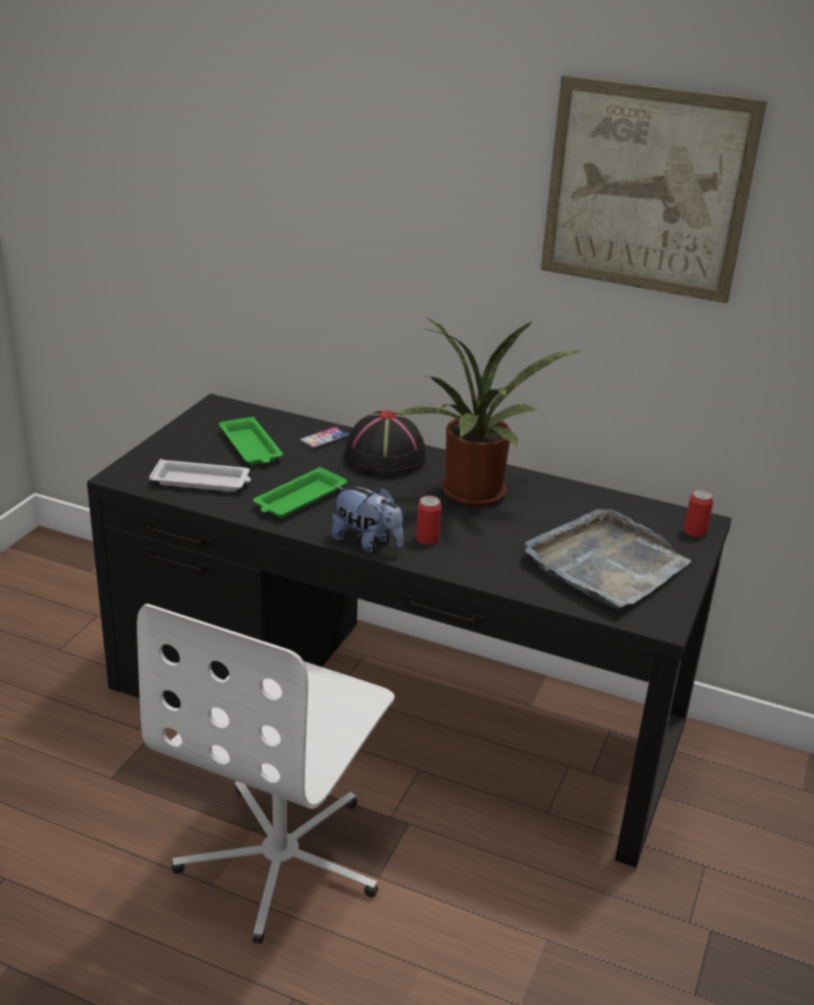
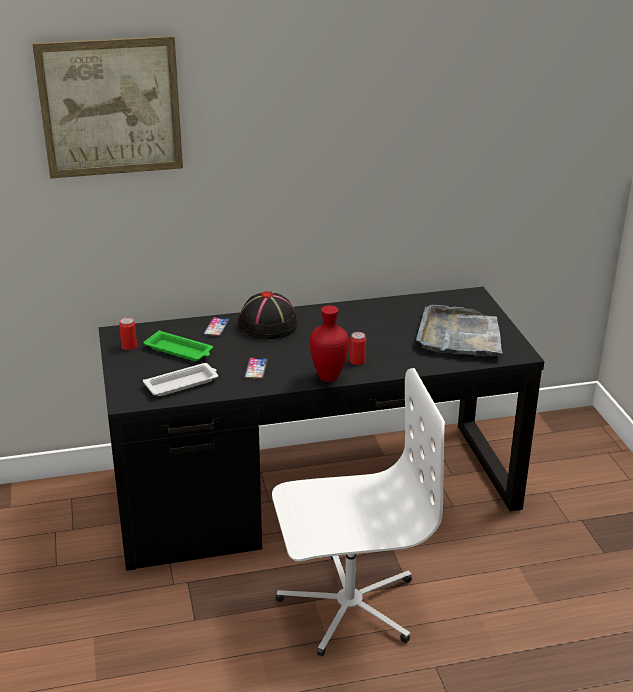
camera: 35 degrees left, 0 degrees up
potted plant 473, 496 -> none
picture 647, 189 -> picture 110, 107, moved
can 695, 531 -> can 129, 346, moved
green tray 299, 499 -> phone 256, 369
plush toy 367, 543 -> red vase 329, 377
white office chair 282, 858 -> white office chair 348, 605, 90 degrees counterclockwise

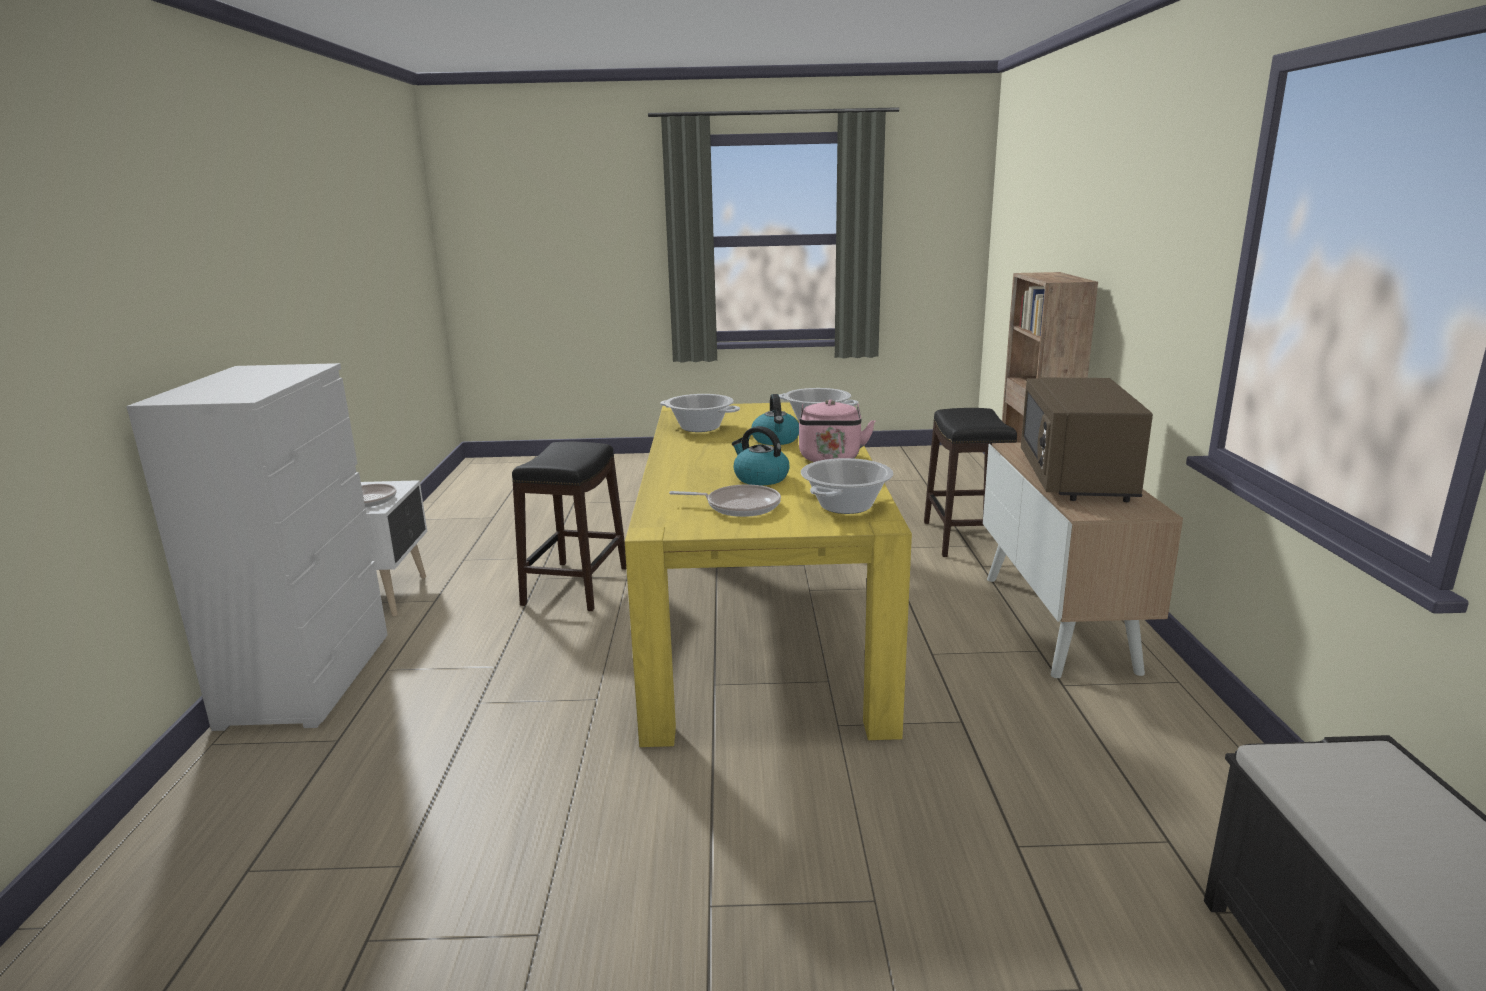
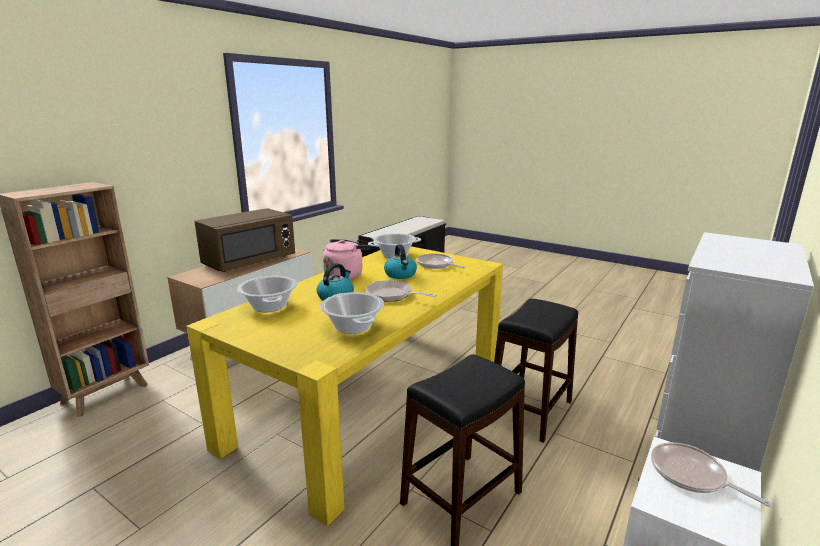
camera: 145 degrees left, 0 degrees up
none -> frying pan 392, 295
black stool 965, 538 -> black stool 531, 411, moved

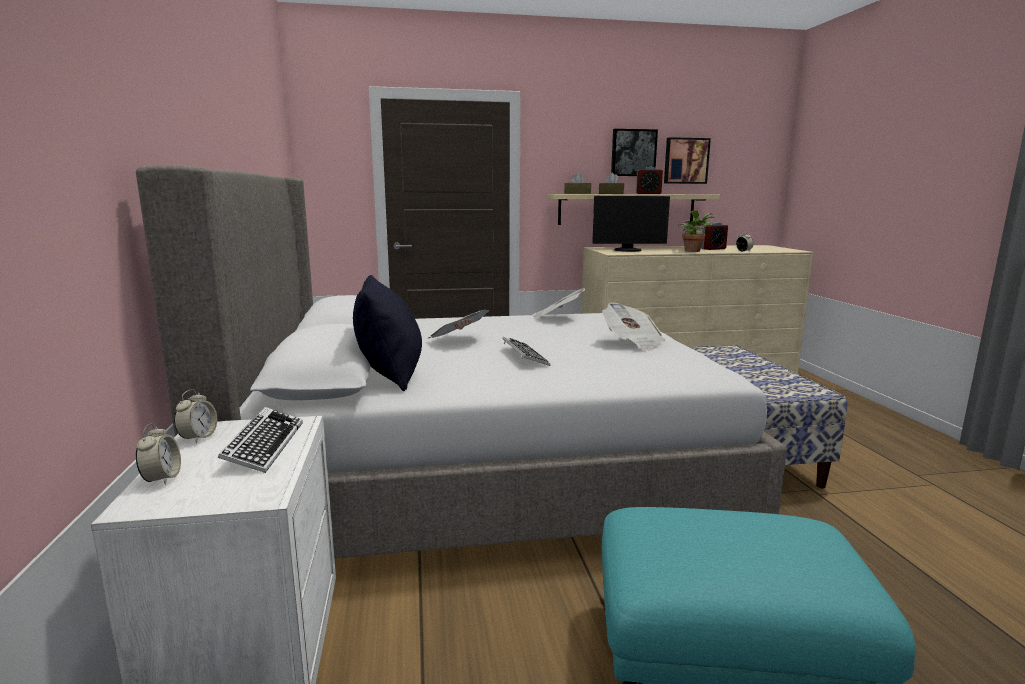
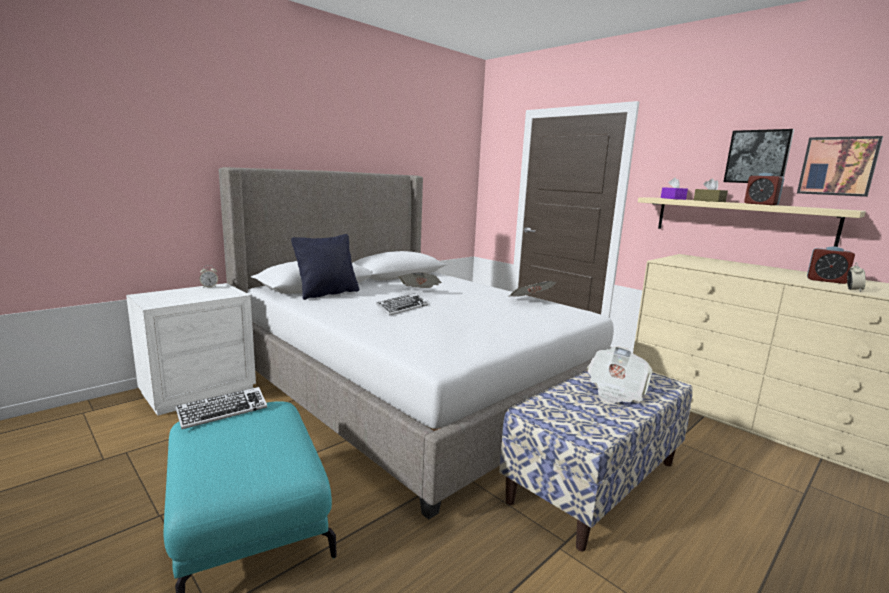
camera: 55 degrees right, 0 degrees up
alarm clock 162, 479 -> none
monitor 628, 250 -> none
potted plant 693, 251 -> none
keyboard 264, 446 -> keyboard 223, 412, moved
newspaper 632, 343 -> newspaper 615, 391, moved
brown tissue box 577, 193 -> purple tissue box 673, 198

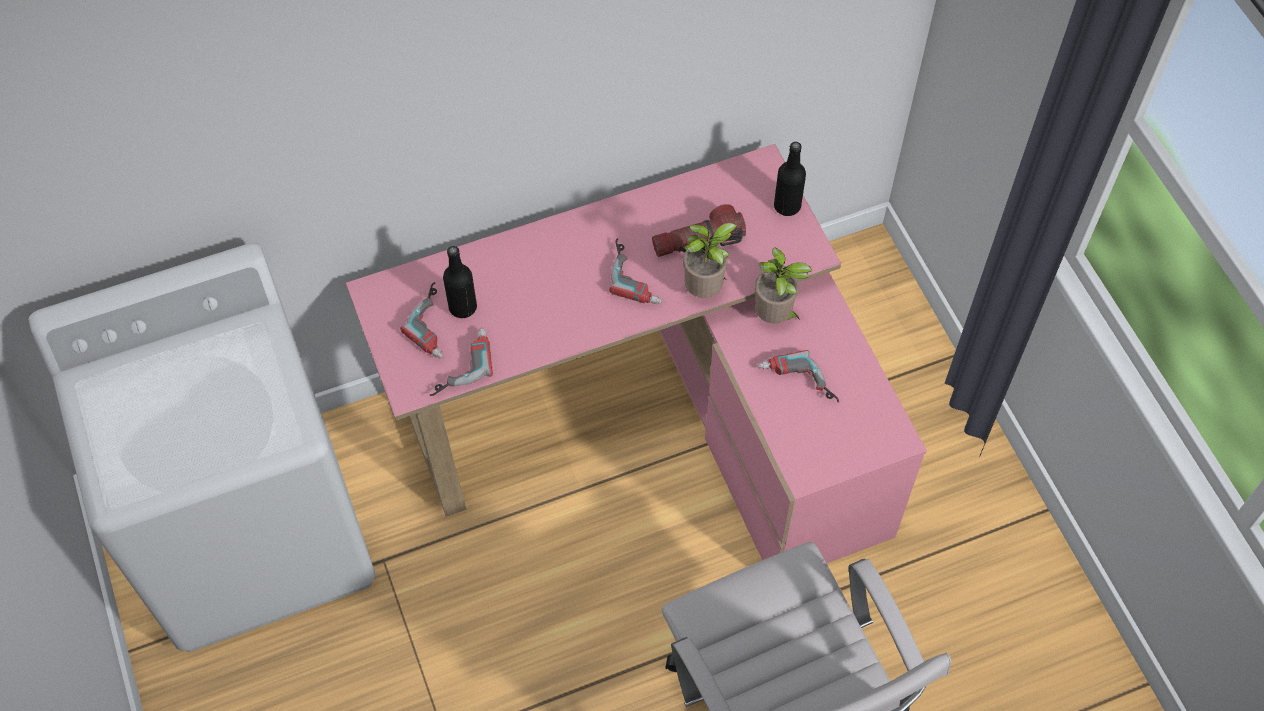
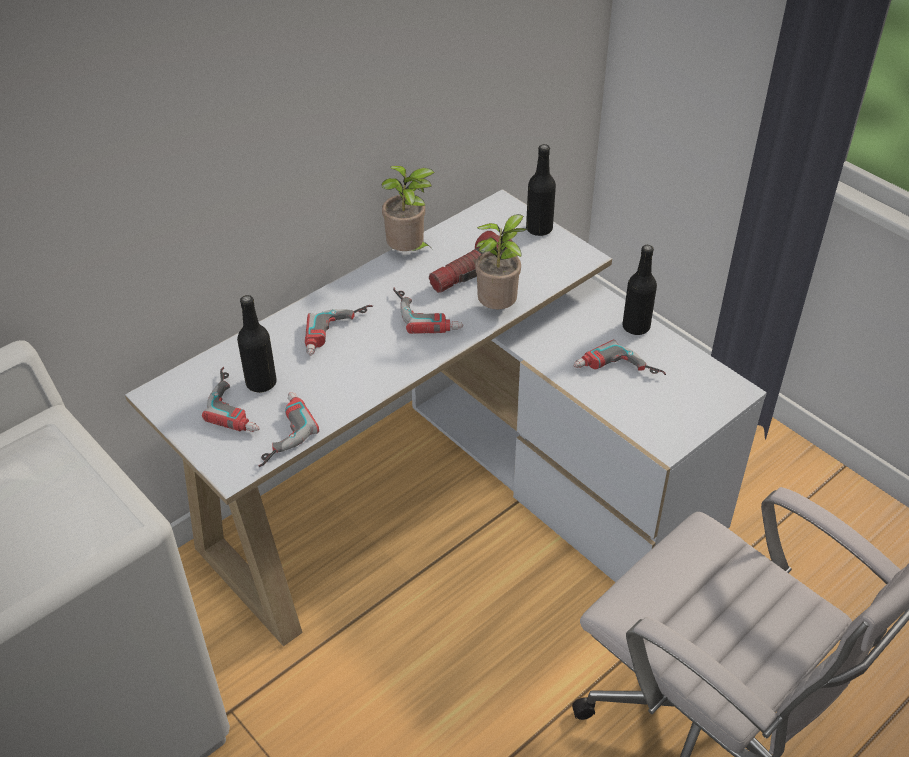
camera: 20 degrees left, 15 degrees down
none -> power drill 339, 334
none -> black bottle 636, 327
potted plant 775, 317 -> potted plant 408, 252, moved
pink desk 655, 418 -> white desk 457, 495

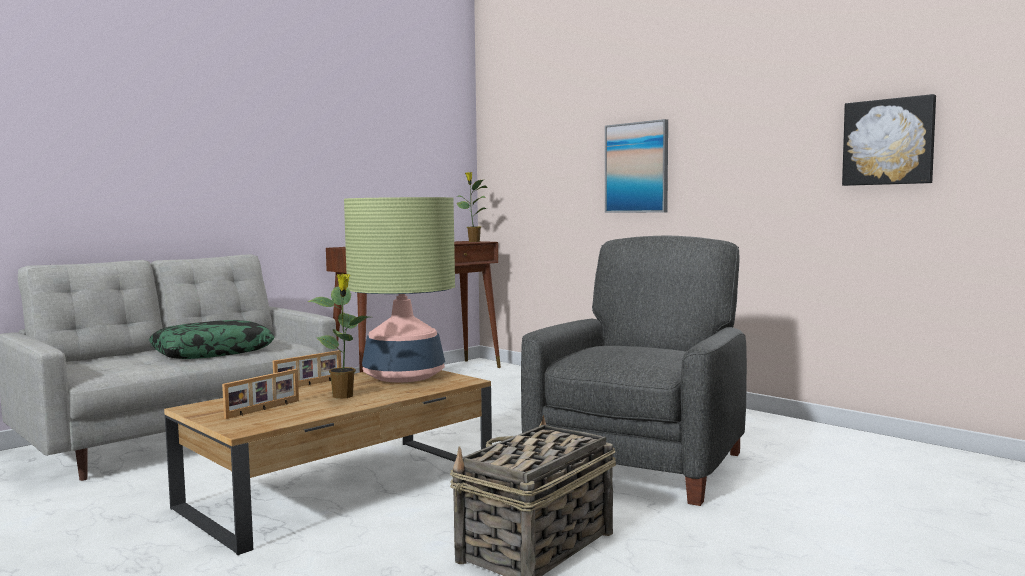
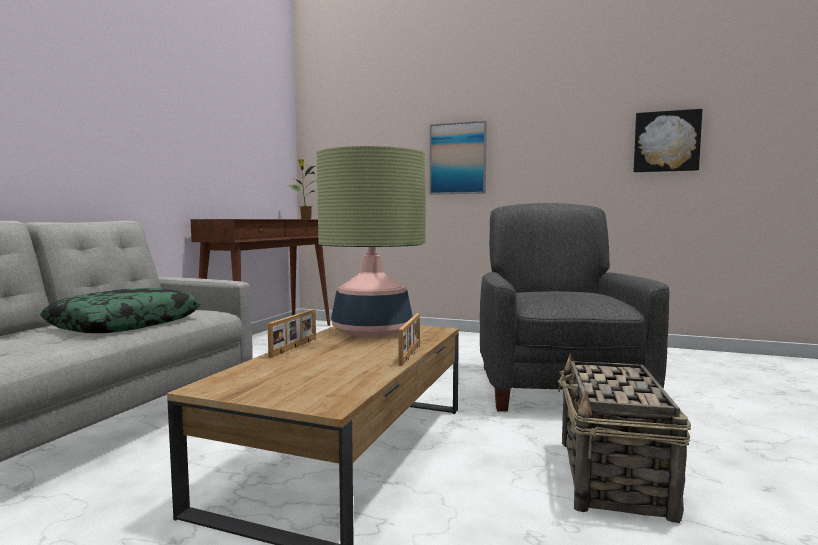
camera: 25 degrees left, 0 degrees up
potted plant 344, 396 -> none
picture frame 263, 409 -> picture frame 411, 354, moved

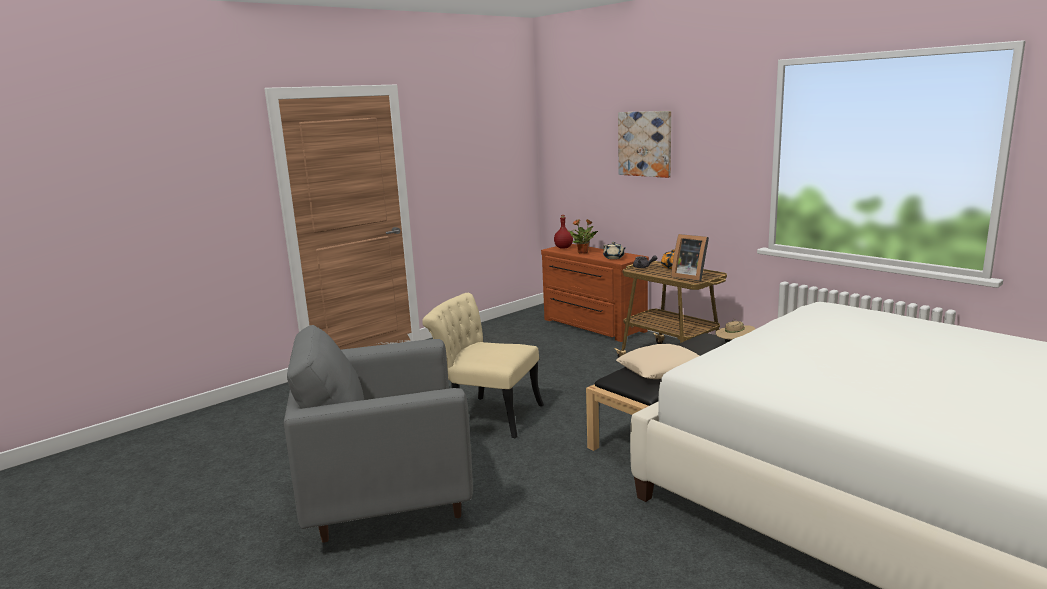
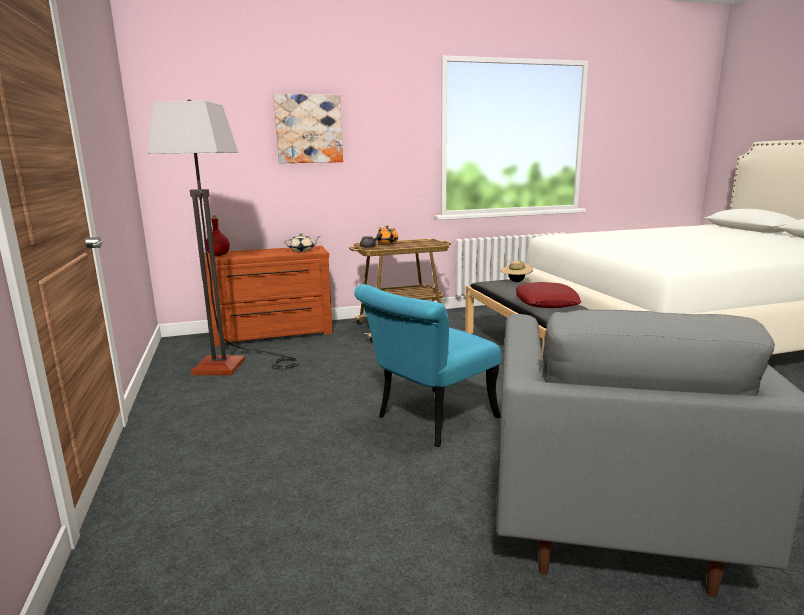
camera: 65 degrees left, 0 degrees up
potted plant 583, 252 -> none
picture frame 689, 276 -> none
none -> floor lamp 235, 365
beige chair 486, 415 -> turquoise chair 428, 421
beige pillow 661, 369 -> red pillow 546, 302

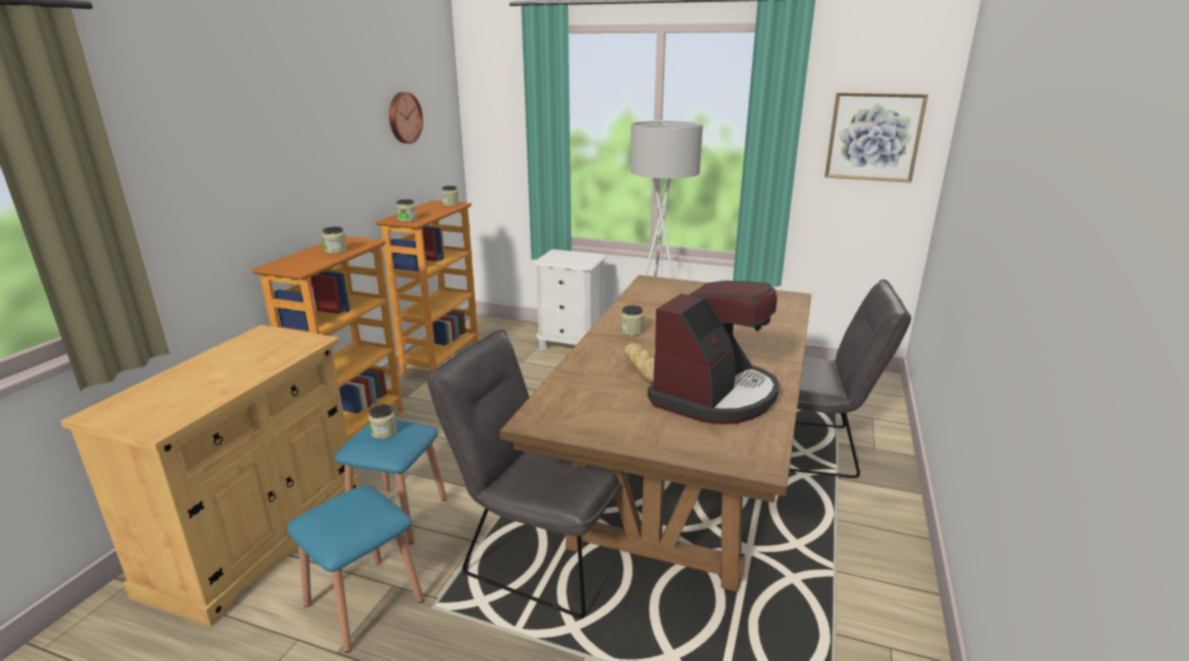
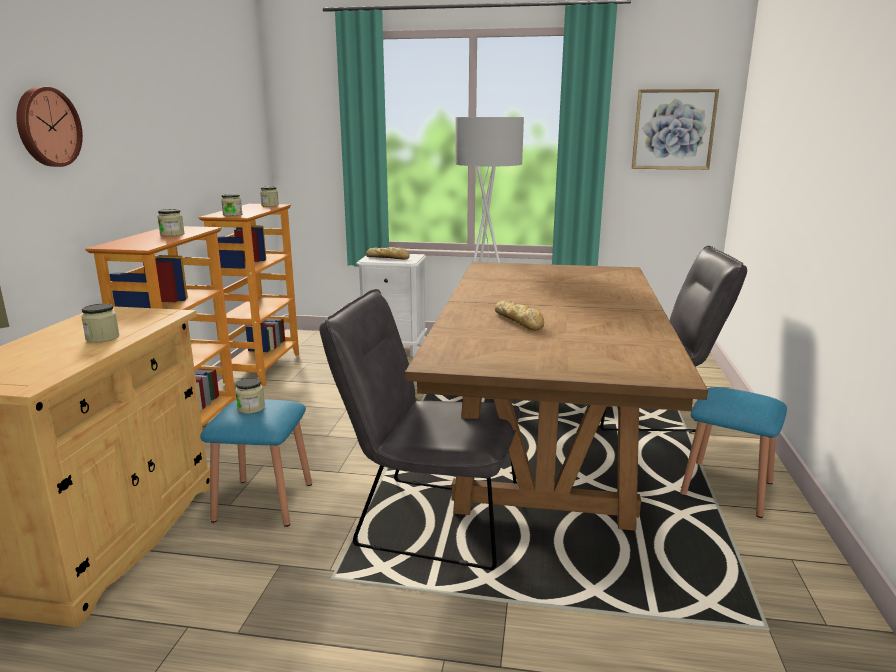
camera: 10 degrees left, 5 degrees down
coffee machine 715, 395 -> none
none -> bread 388, 258
blue stool 364, 602 -> blue stool 726, 488, moved
wall clock 404, 117 -> wall clock 47, 127, moved
jar 631, 331 -> jar 102, 338, moved

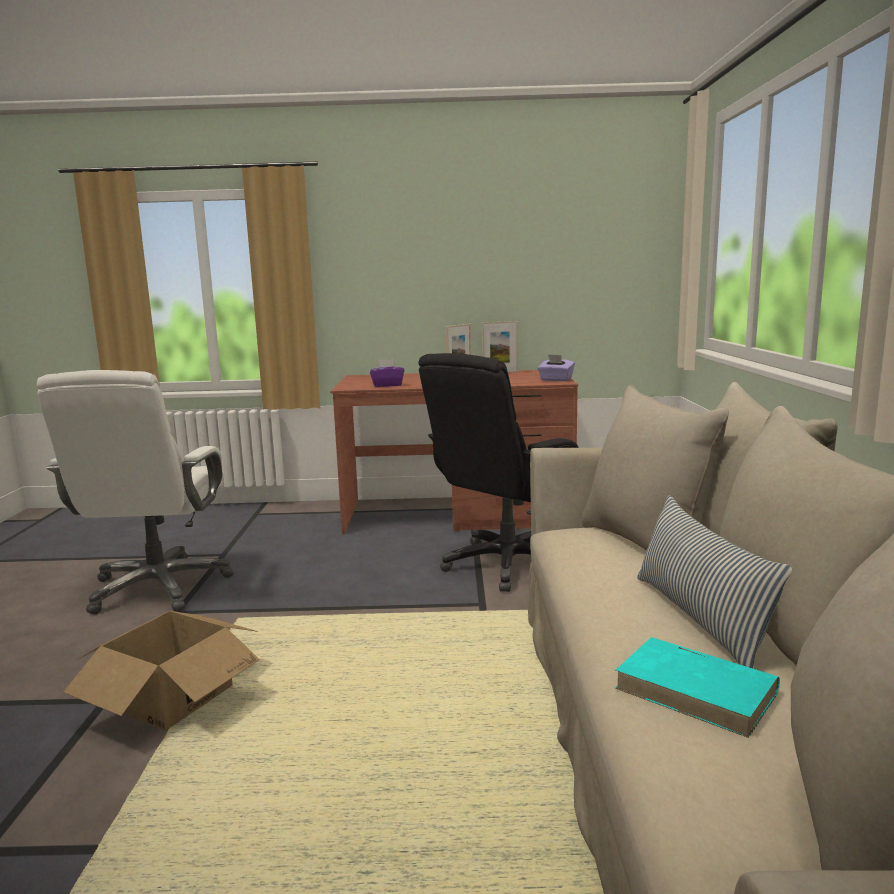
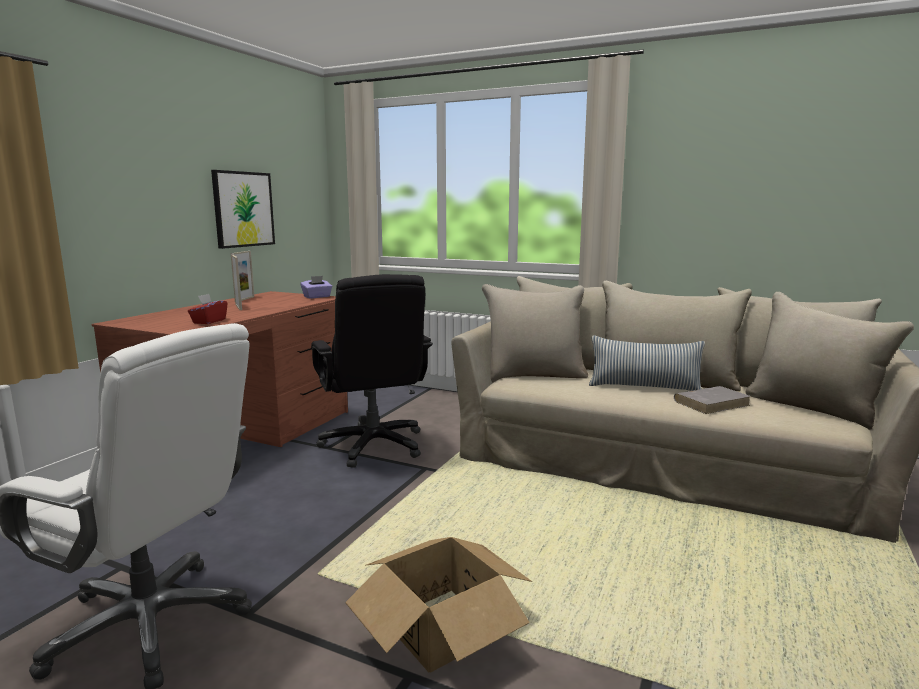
camera: 65 degrees left, 0 degrees up
none -> picture 243, 209
purple tissue box 387, 385 -> red tissue box 209, 321
turquoise book 697, 690 -> grey book 711, 403

